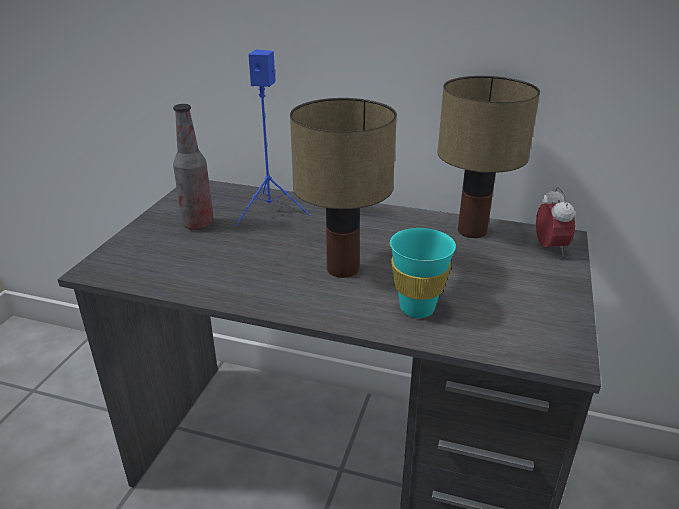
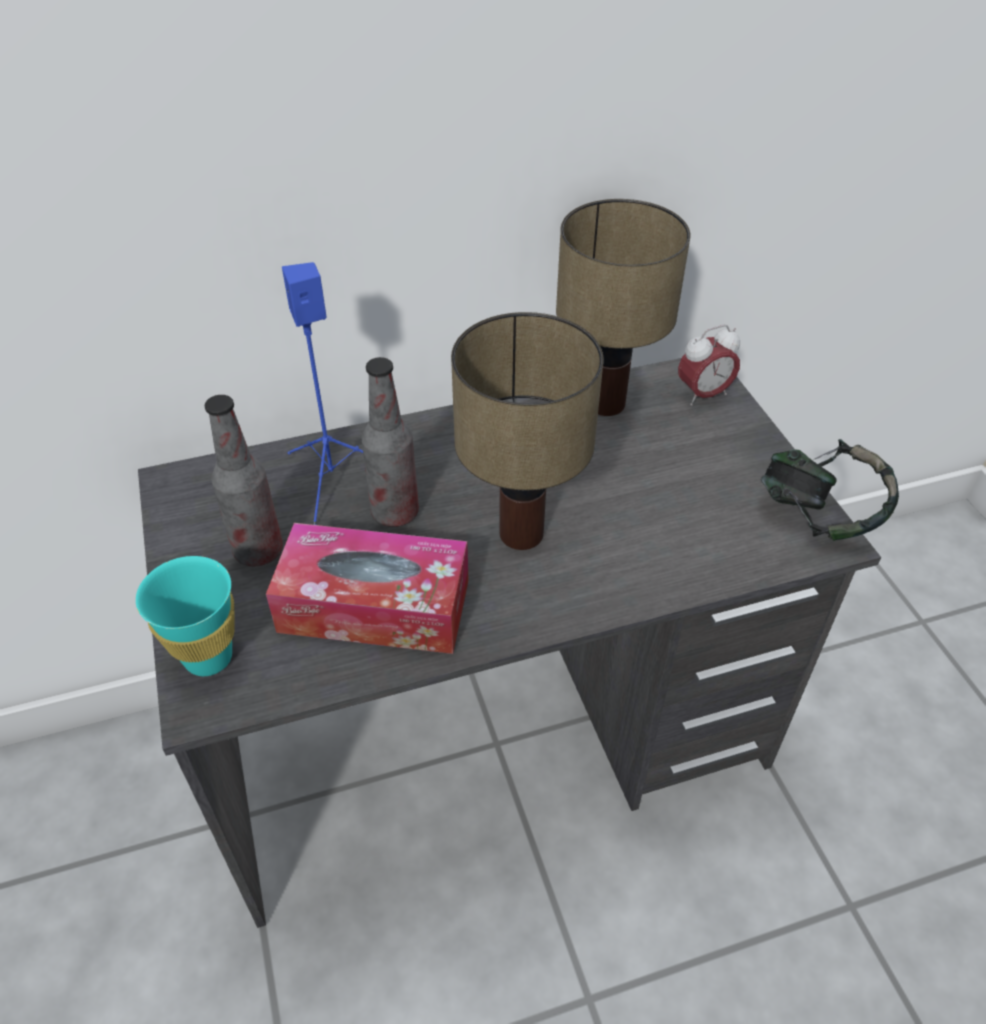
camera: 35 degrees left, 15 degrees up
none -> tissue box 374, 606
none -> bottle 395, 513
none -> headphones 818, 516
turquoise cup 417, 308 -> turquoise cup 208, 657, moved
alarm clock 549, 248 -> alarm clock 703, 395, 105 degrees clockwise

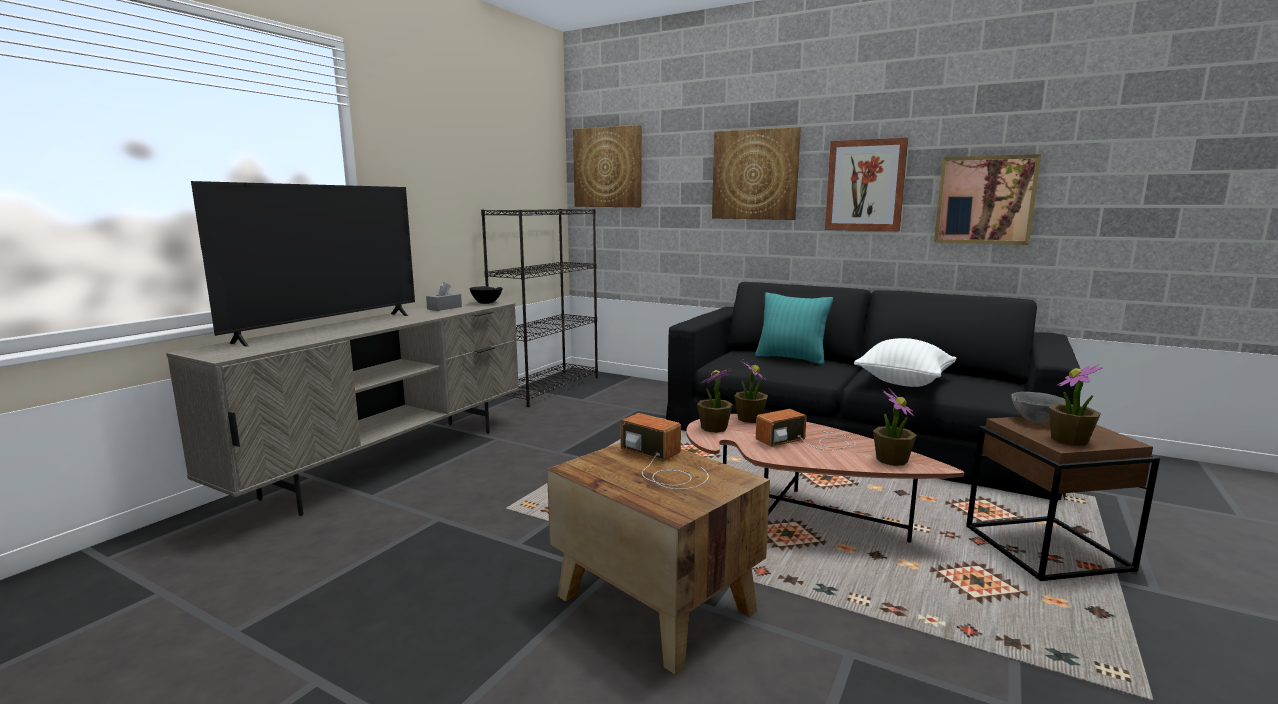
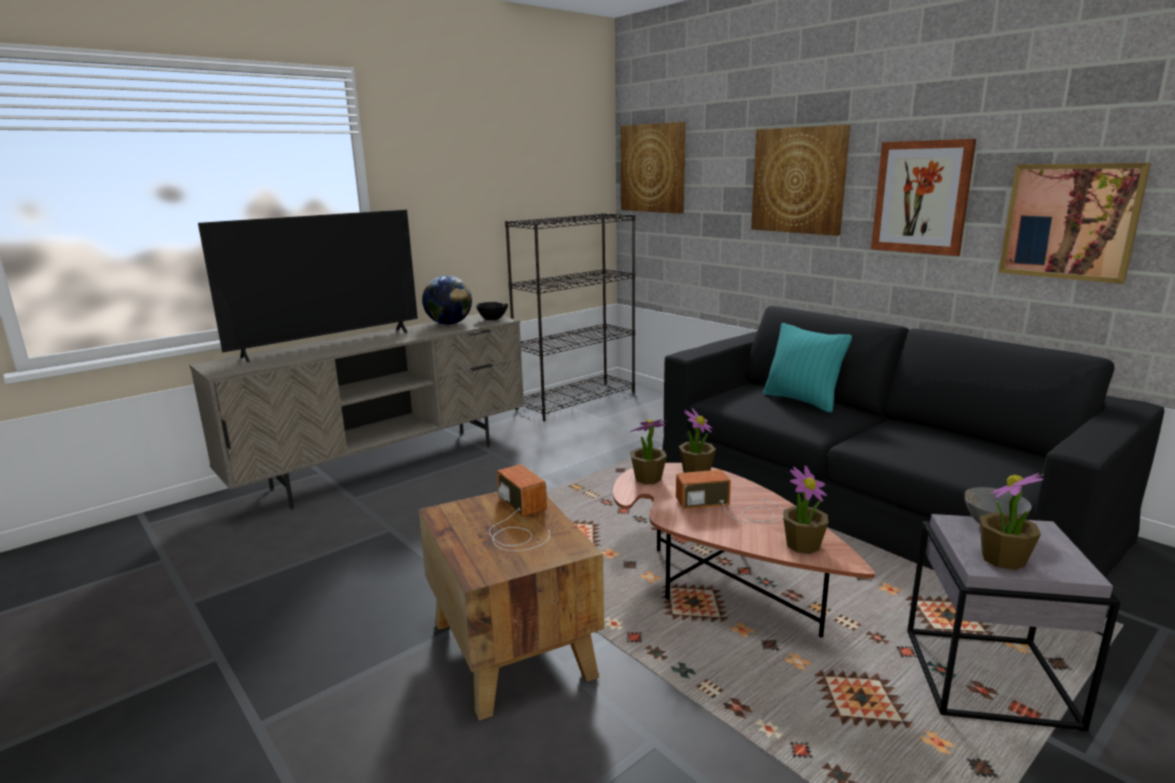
camera: 20 degrees right, 5 degrees up
white pillow 903, 382 -> none
grey tissue box 444, 308 -> globe 449, 324
brown side table 1048, 549 -> grey side table 990, 678

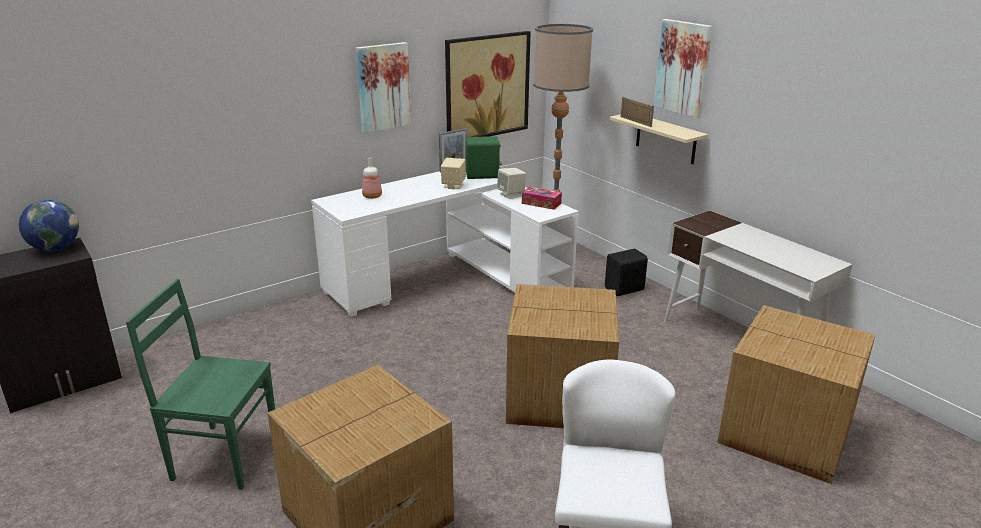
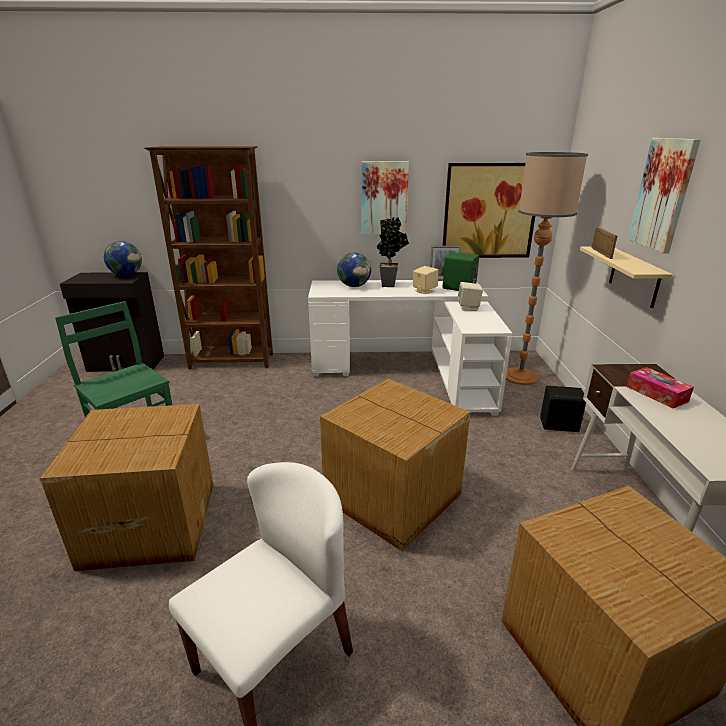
camera: 35 degrees right, 0 degrees up
none -> brown bookcase 232, 362
none -> potted plant 389, 284
tissue box 541, 203 -> tissue box 656, 394, moved
bottle 372, 196 -> globe 354, 286

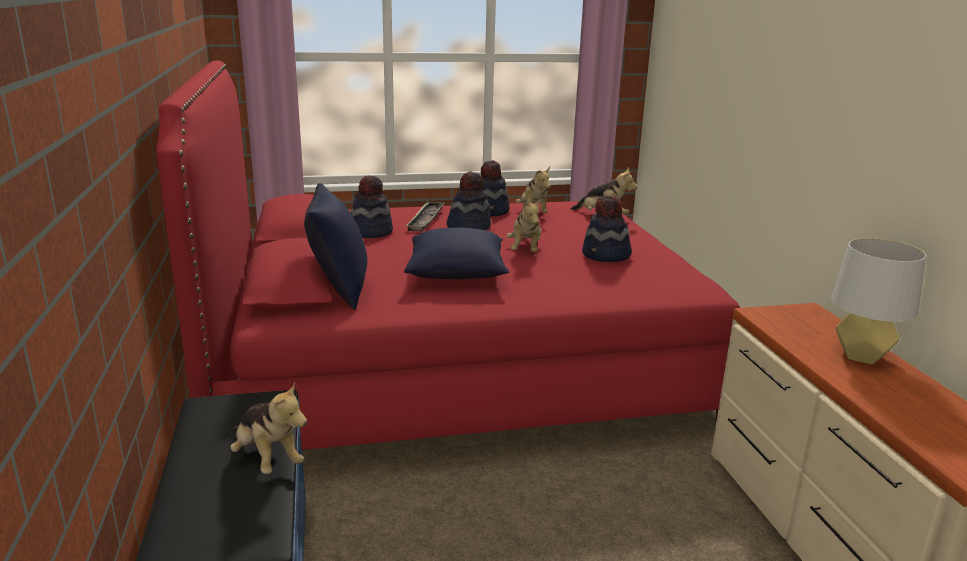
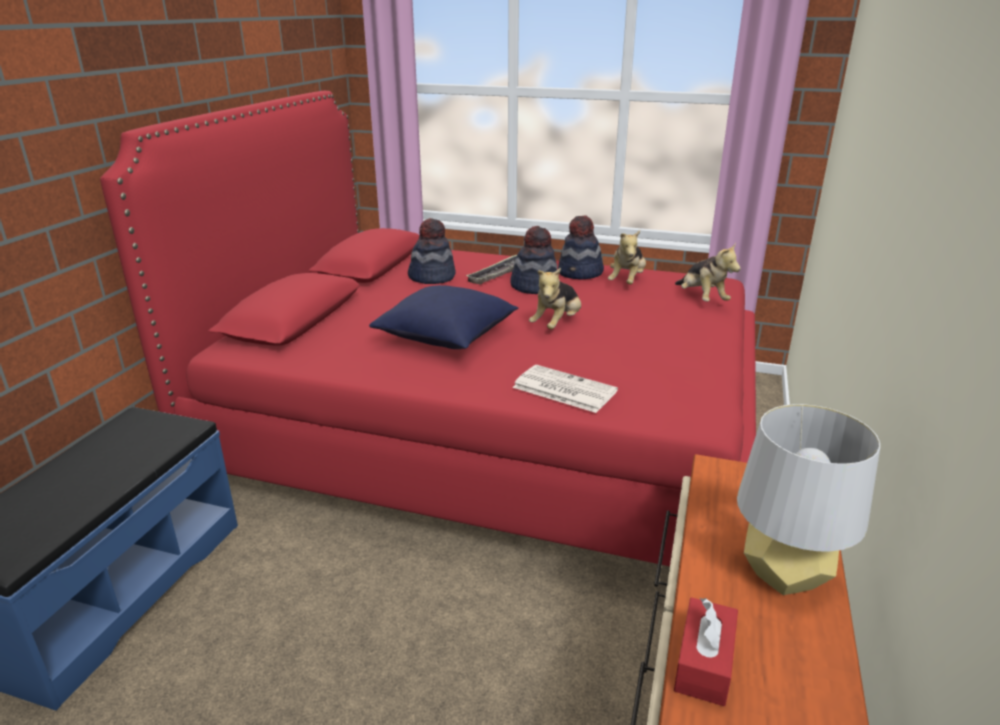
camera: 30 degrees right, 5 degrees up
plush toy 267, 459 -> none
blue pillow 339, 290 -> none
hat 606, 256 -> none
none -> newspaper 563, 389
none -> red tissue box 704, 663

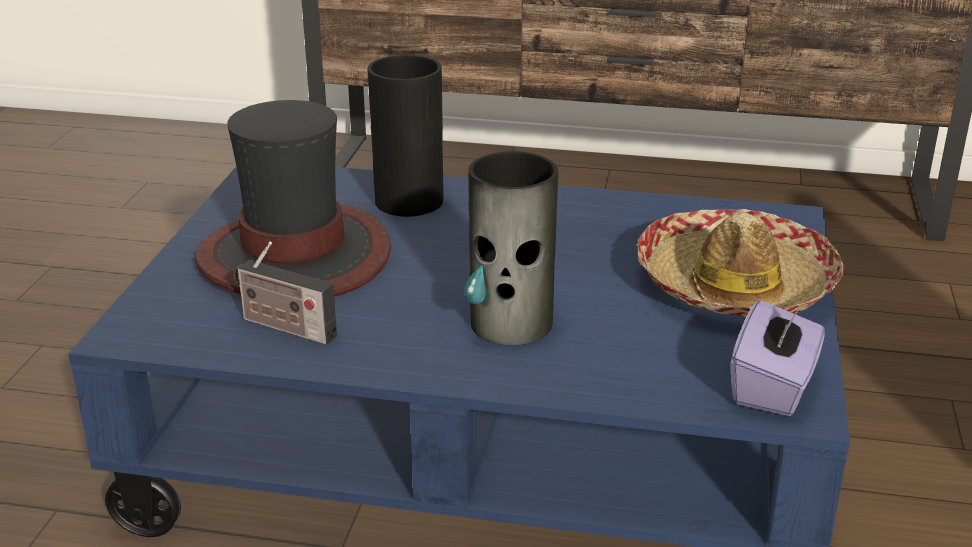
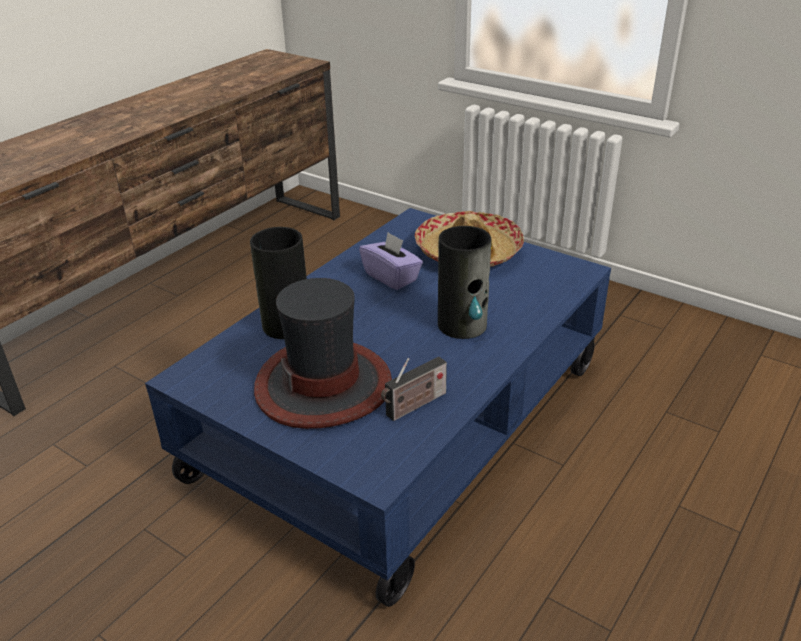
camera: 65 degrees left, 5 degrees up
purple tissue box 773, 387 -> purple tissue box 391, 277, moved

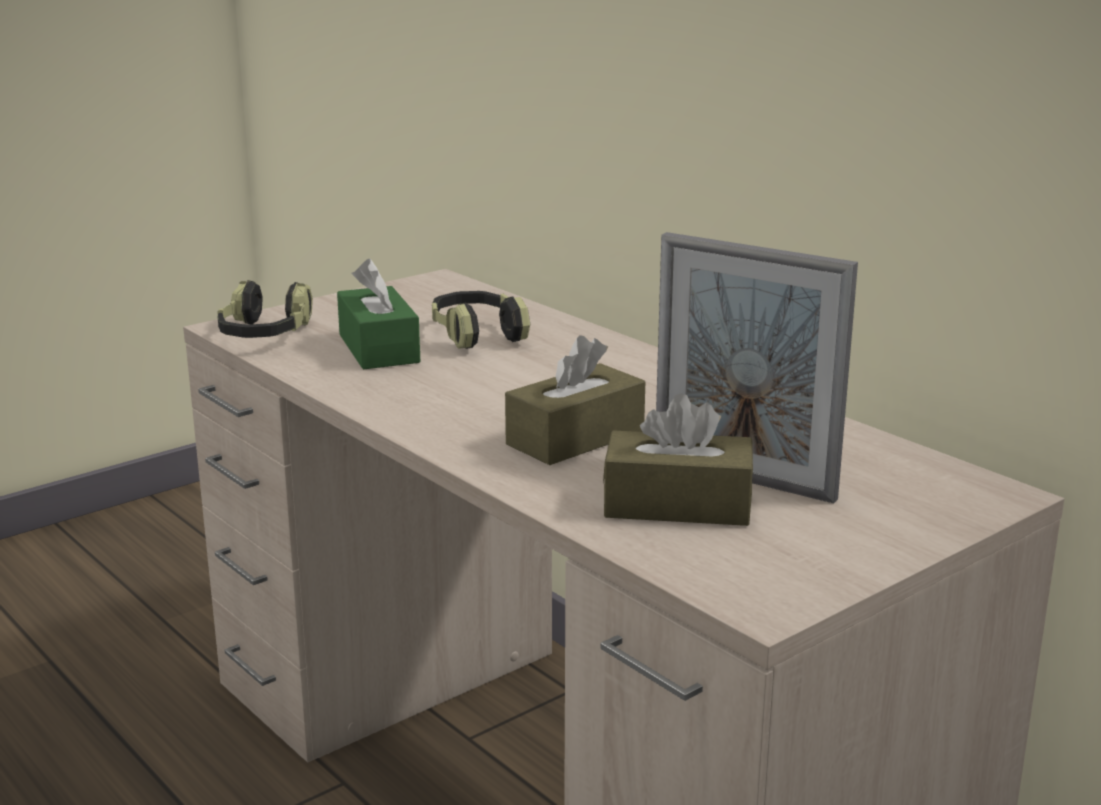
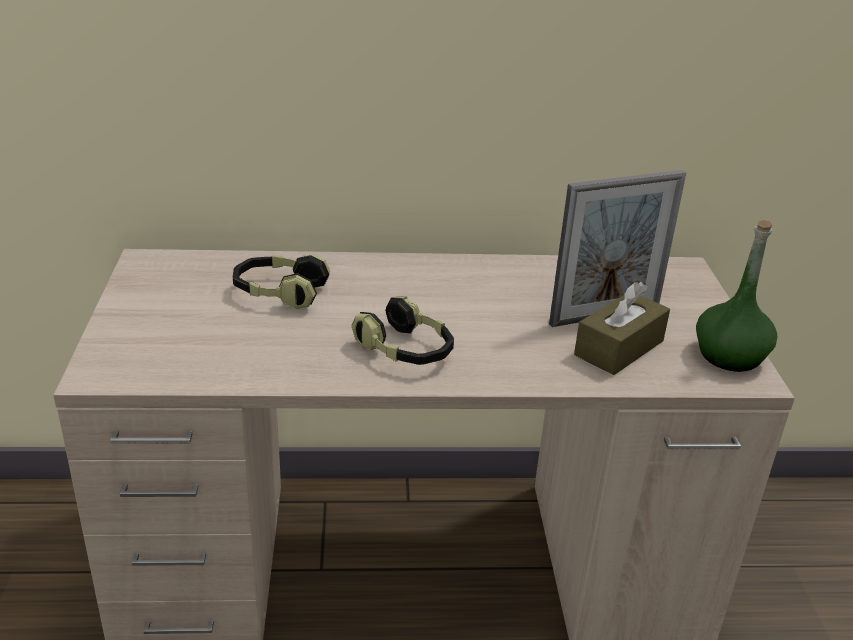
camera: 55 degrees left, 10 degrees up
green tissue box 379, 348 -> none
brown tissue box 575, 438 -> none
none -> green bottle 730, 356
headphones 265, 336 -> headphones 405, 351, moved

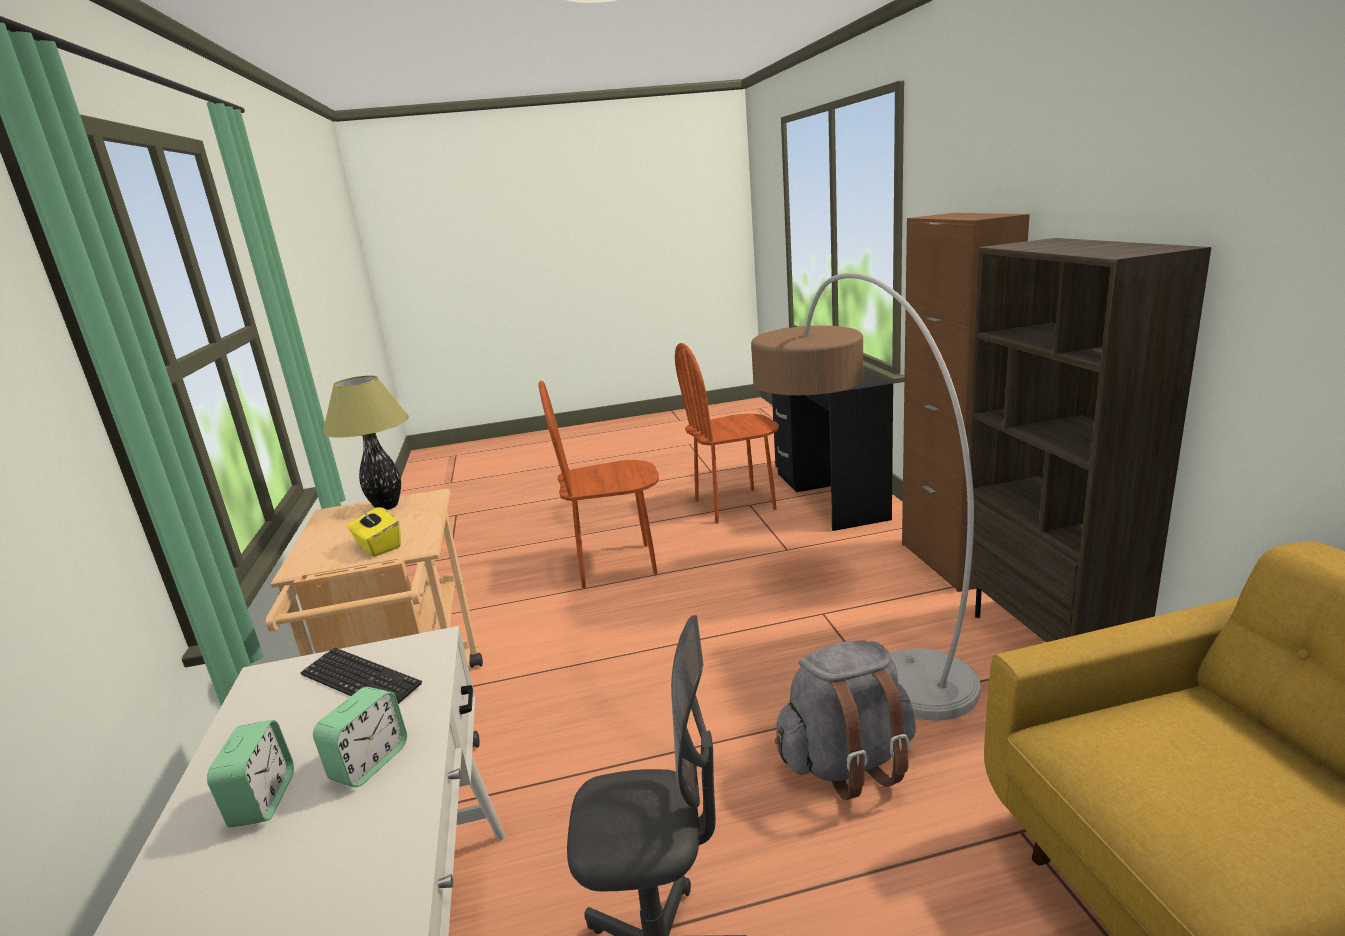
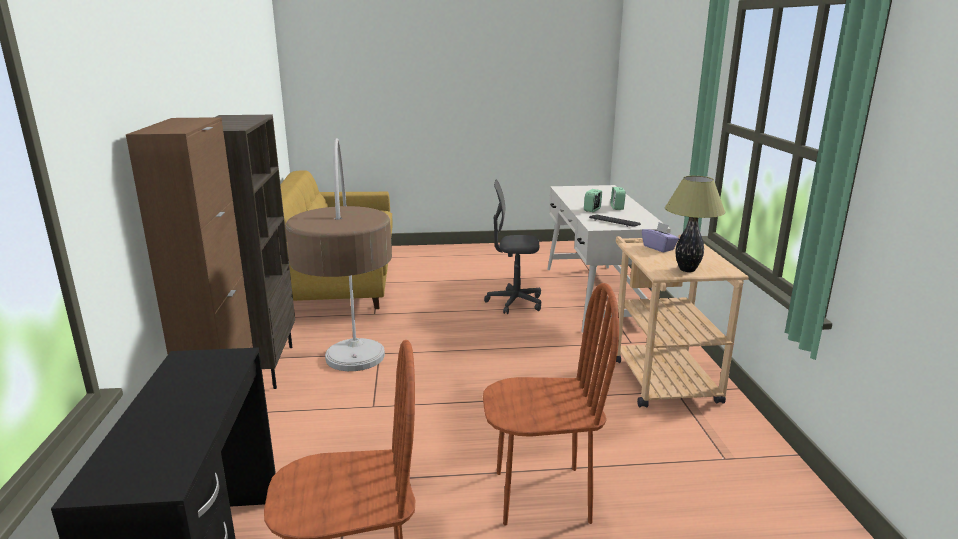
camera: 175 degrees left, 0 degrees up
grey backpack 847, 763 -> none
yellow tissue box 378, 546 -> purple tissue box 659, 248

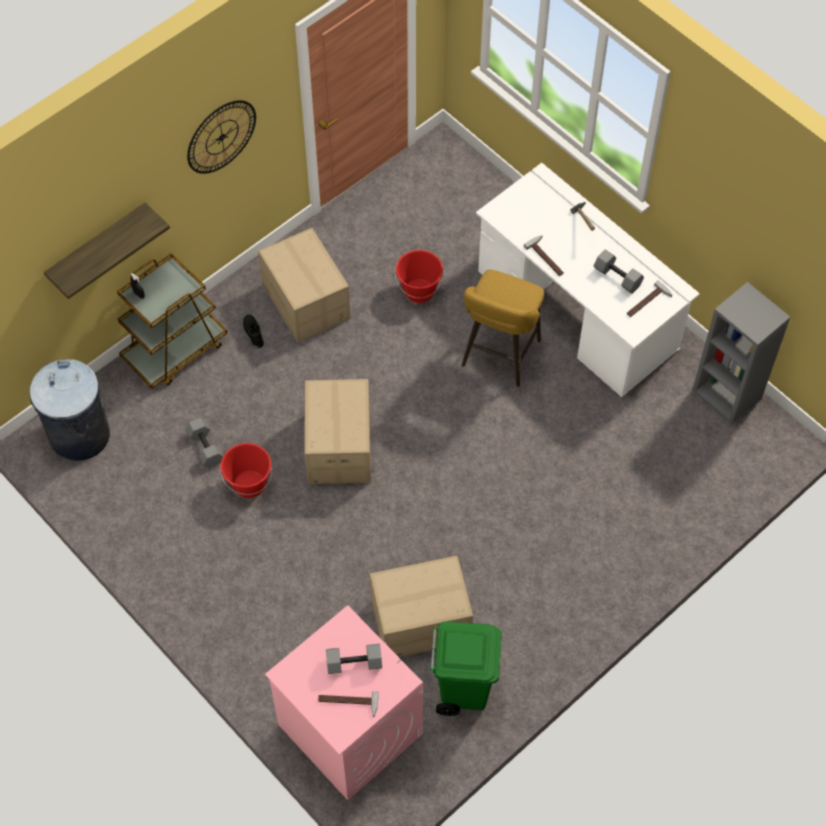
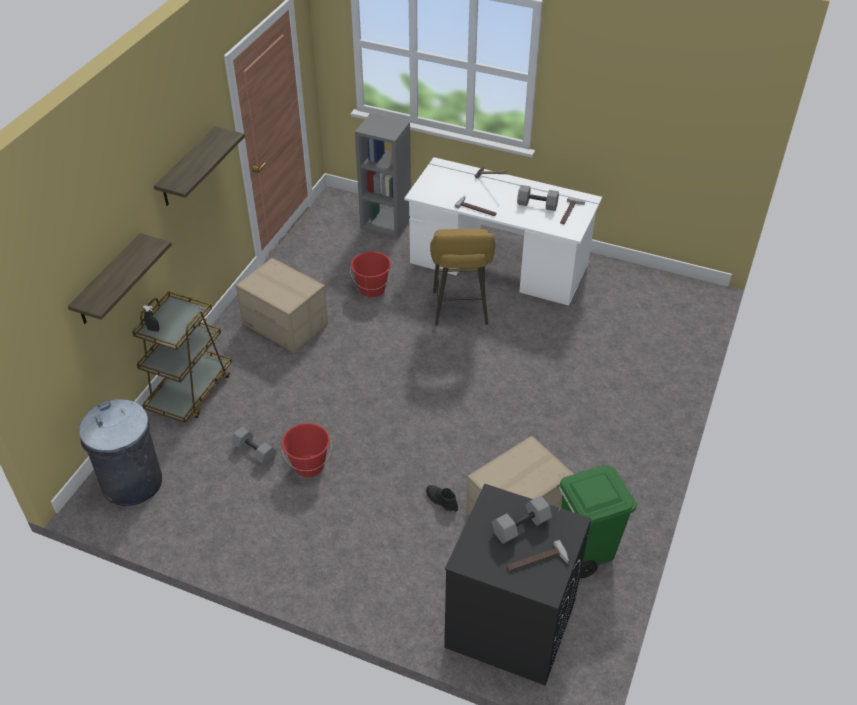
camera: 25 degrees left, 15 degrees down
cardboard box 338, 447 -> none
black boot 252, 333 -> black boot 441, 501, moved
grey bookcase 727, 394 -> grey bookcase 386, 223, moved
wall clock 221, 137 -> shelf 187, 168
pink washing machine 349, 729 -> black washing machine 509, 624

